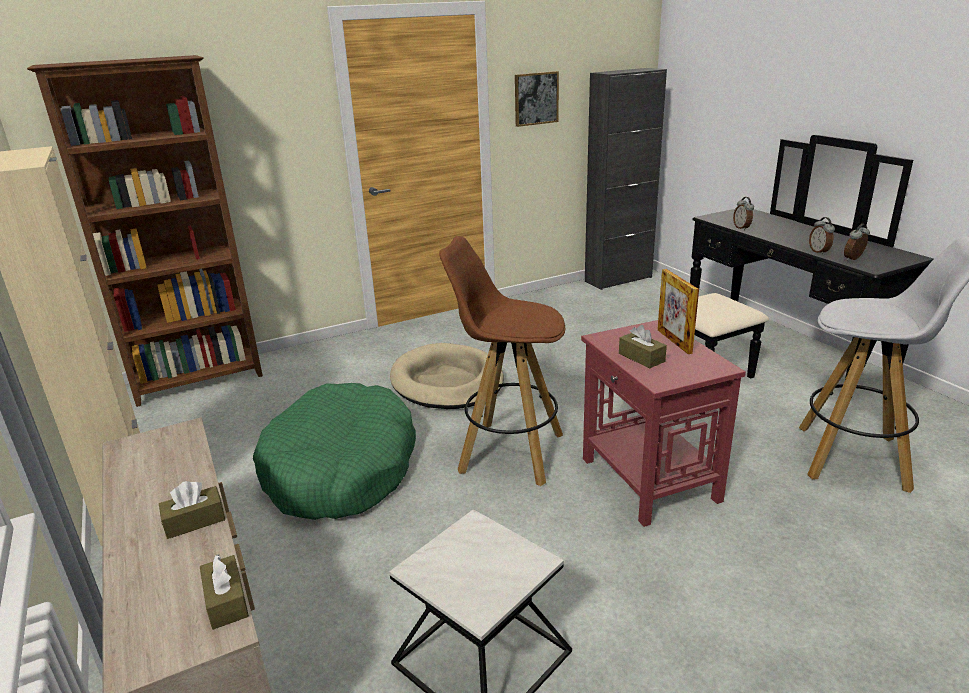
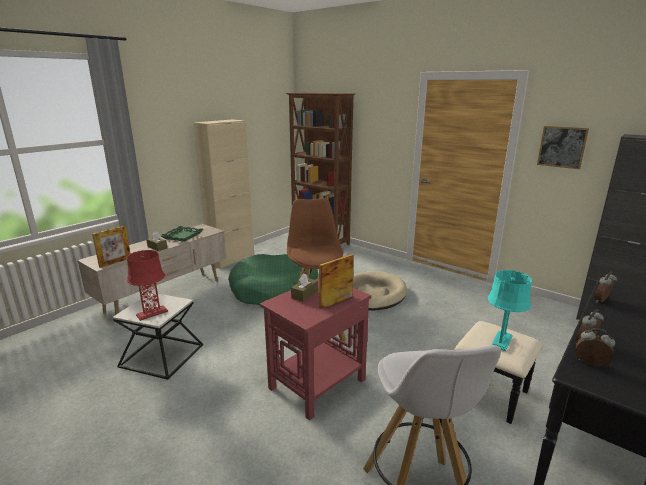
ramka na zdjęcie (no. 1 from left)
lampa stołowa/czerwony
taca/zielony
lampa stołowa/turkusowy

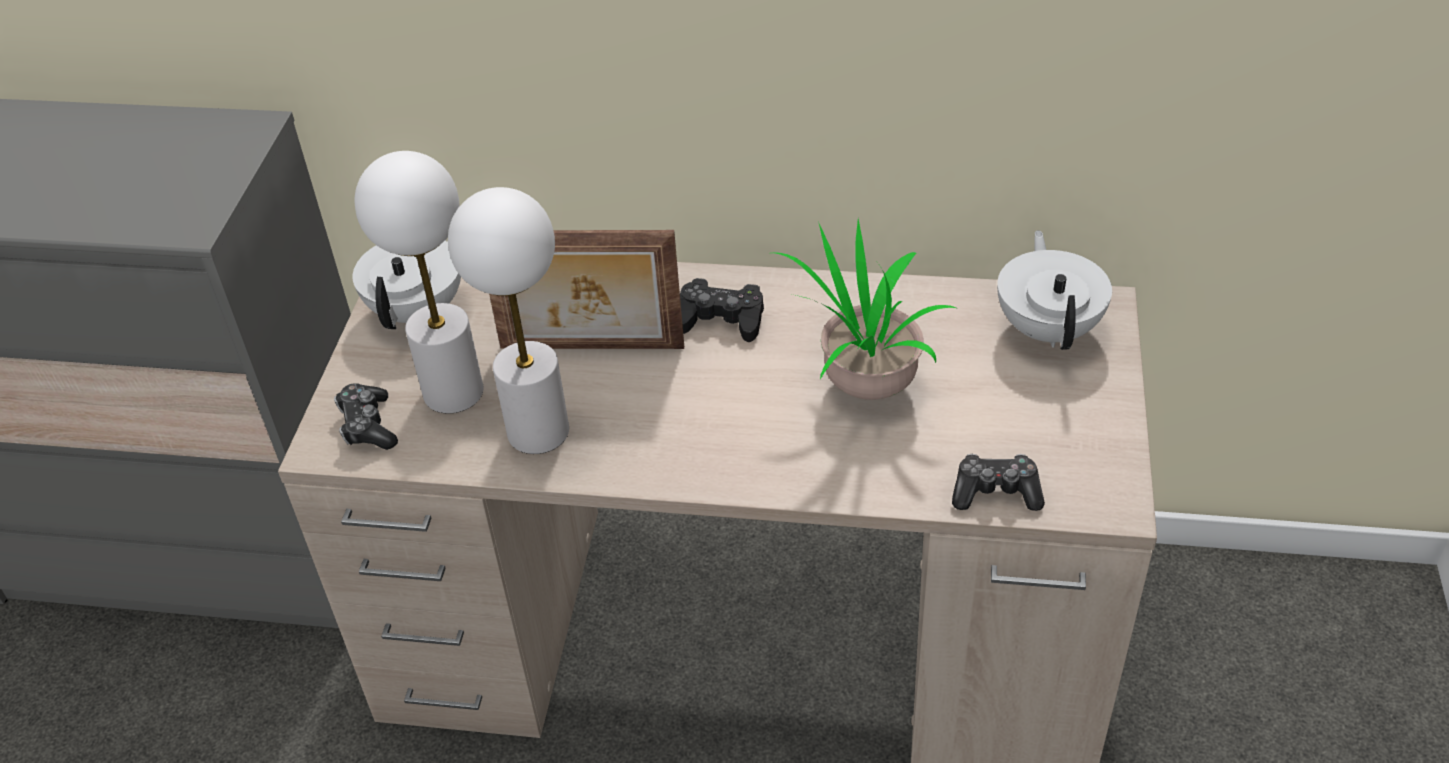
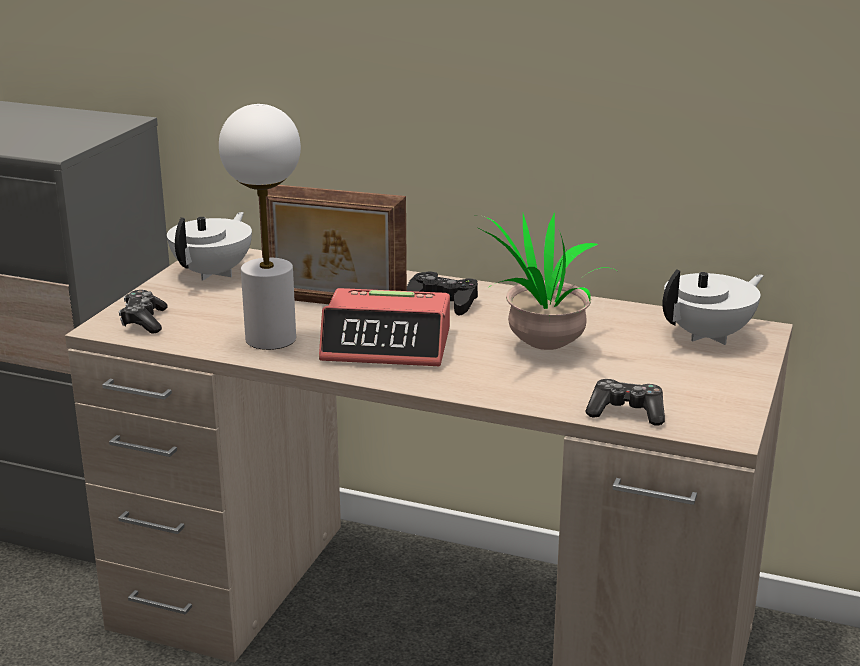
lampa stołowa/biały (no. 1 from left in the first image)
imbryk/biały (no. 2 from left)
budzik

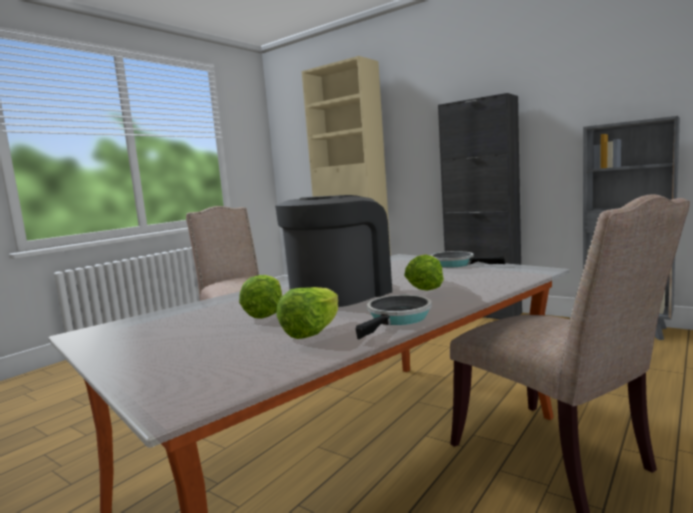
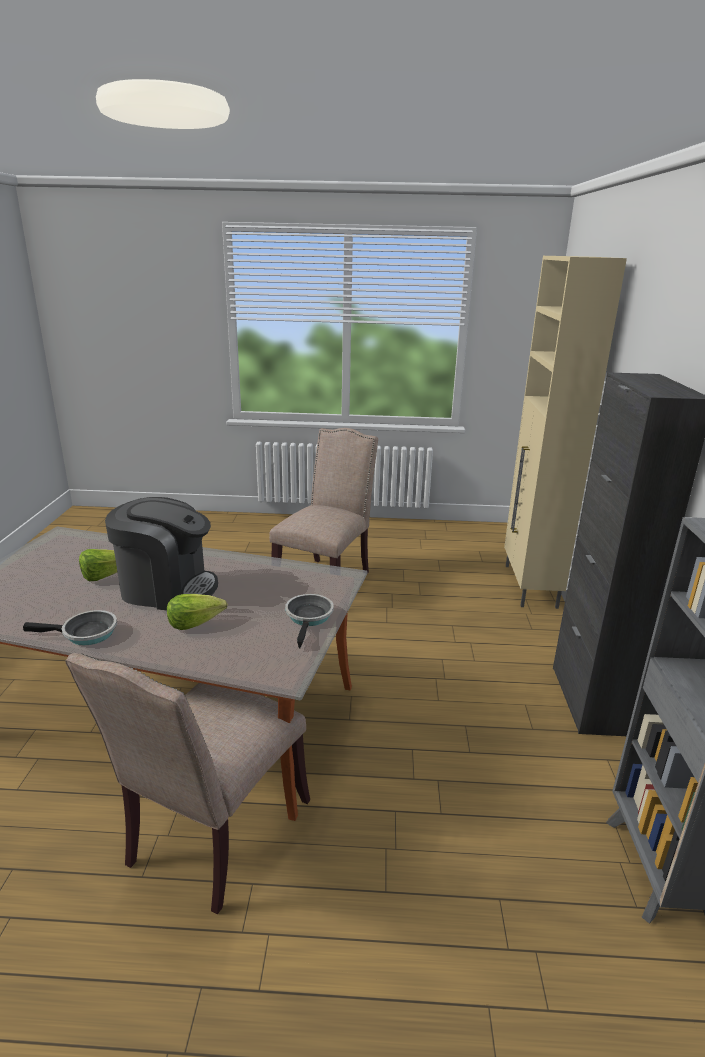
sałata (no. 2 from left in the first image)

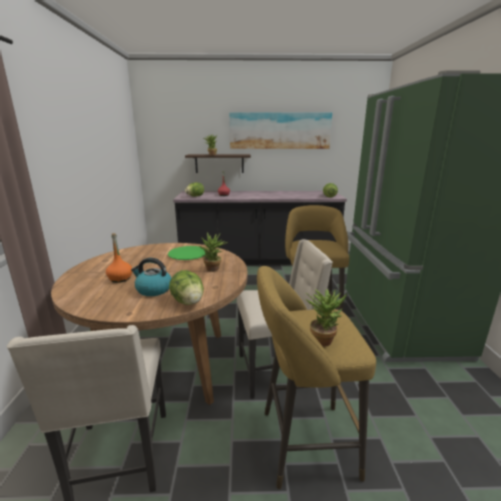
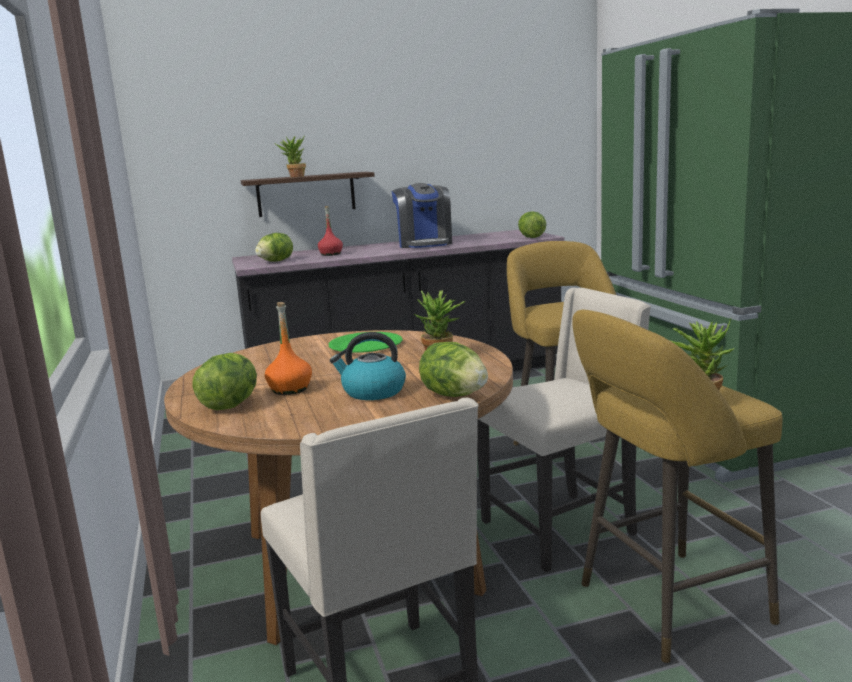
obraz
sałata (no. 1 from left)
ekspres do kawy

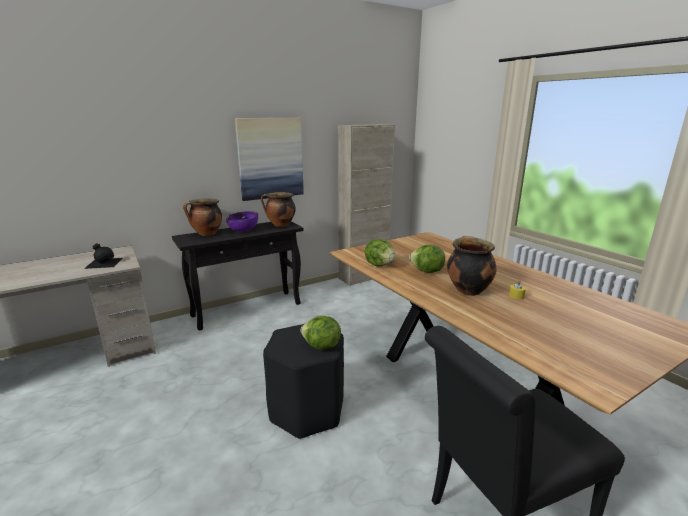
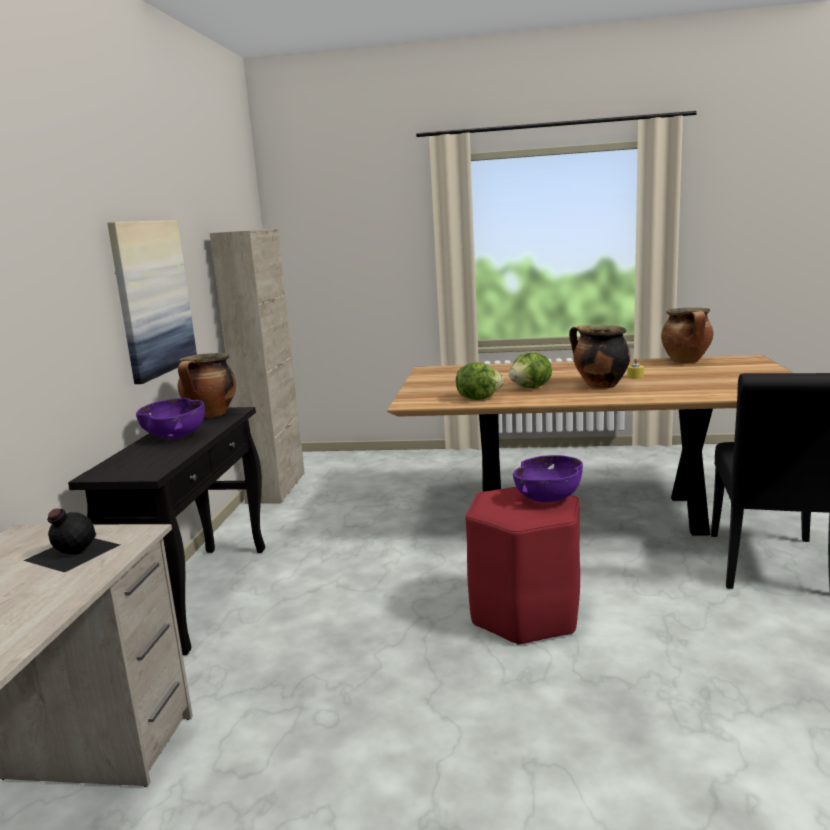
garnek (no. 3 from left)
stołek/czerwony
miska/fioletowy (no. 2 from left)

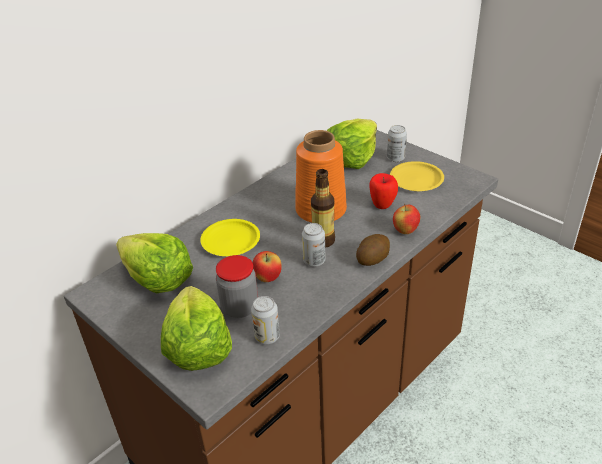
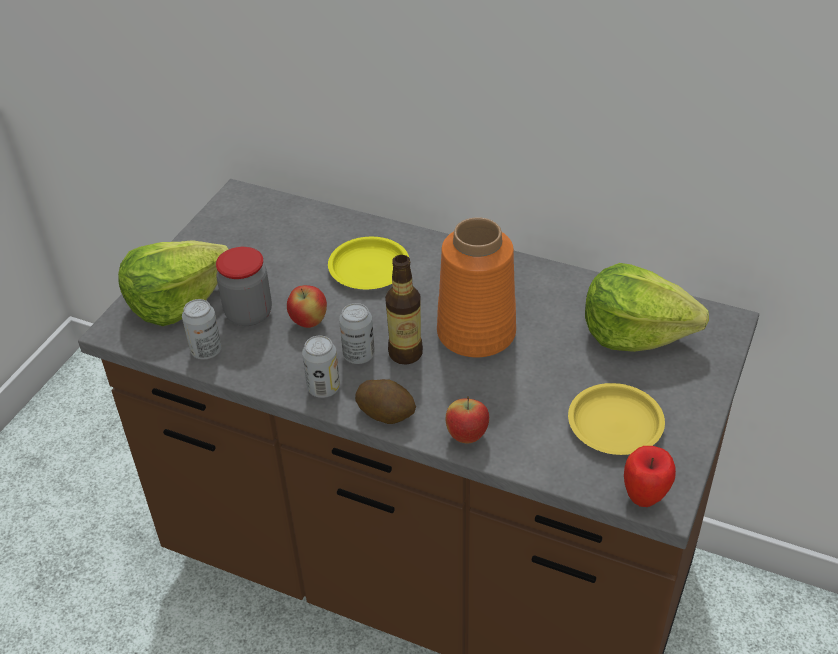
sałata (no. 1 from left in the first image)
jabłko (no. 3 from left)
puszka (no. 2 from left)

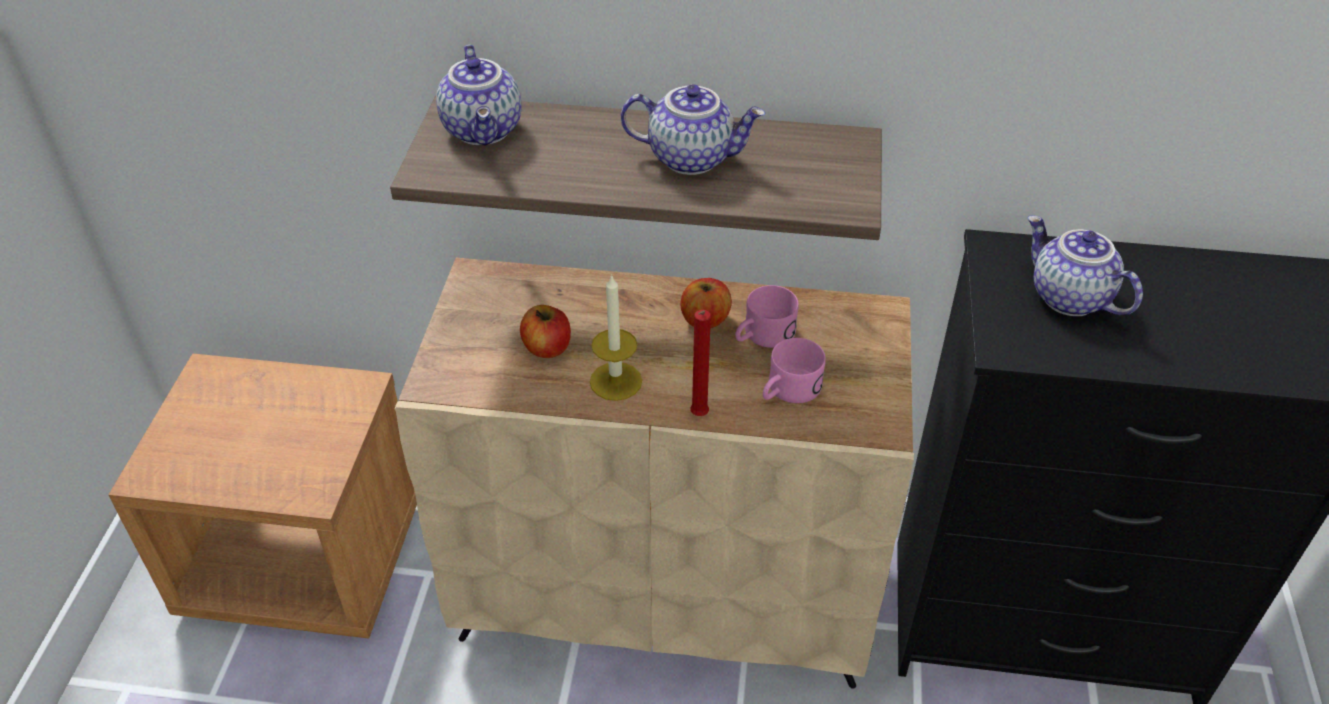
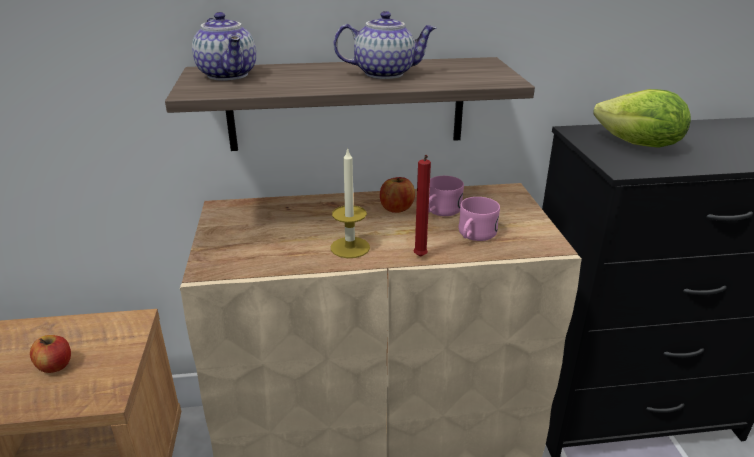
jabłko (no. 1 from left)
sałata

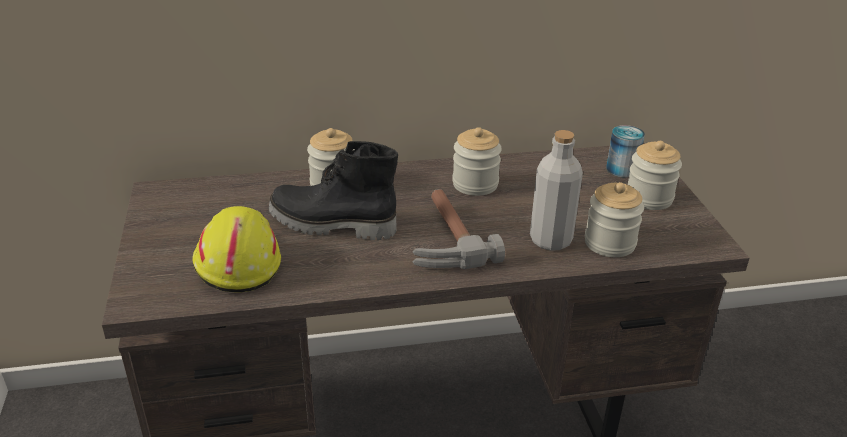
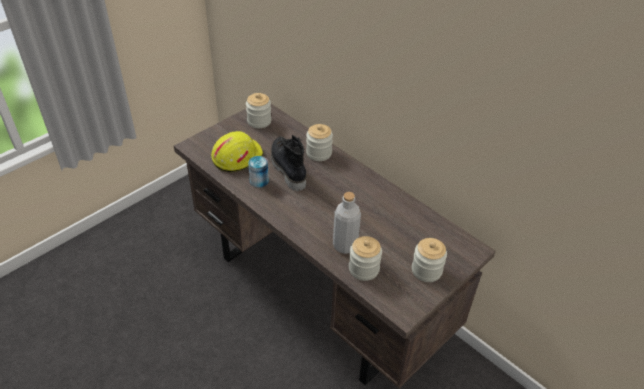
młotek
słoik (no. 1 from left)
puszka

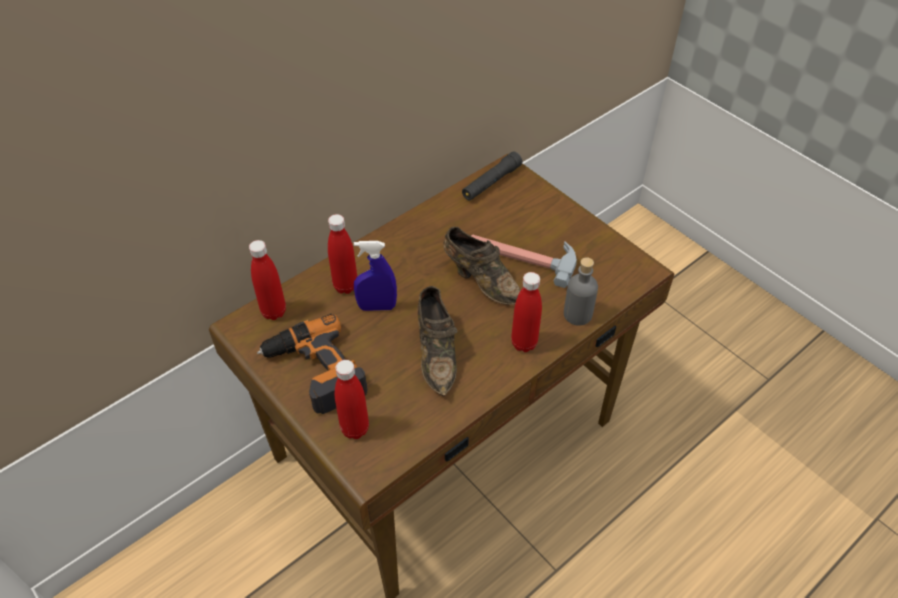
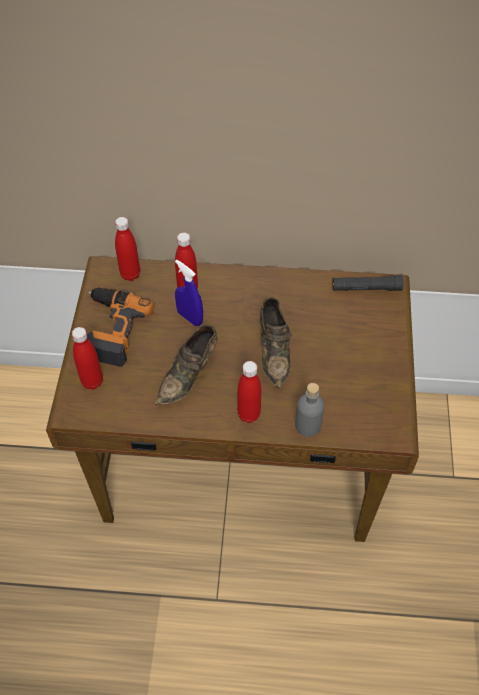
młotek

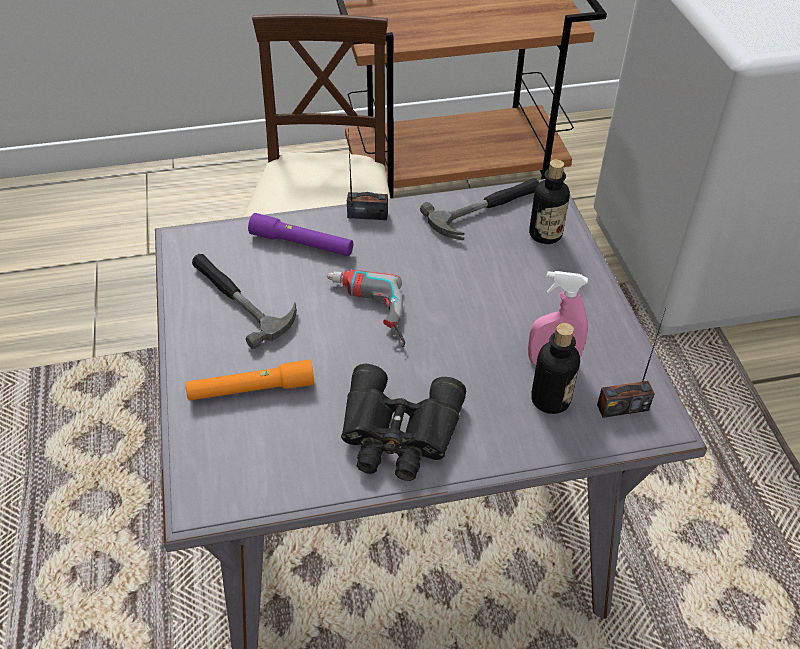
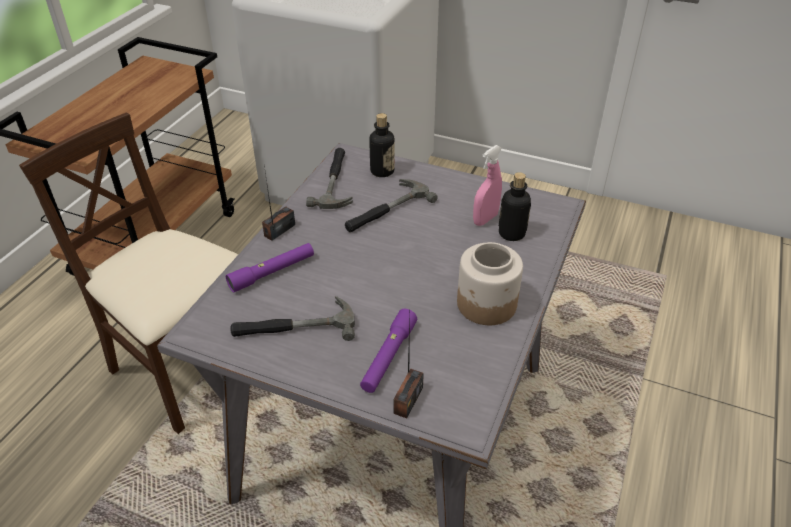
latarka/fioletowy (no. 2 from left)
wiertarka
słoik
radio (no. 2 from left)
młotek (no. 3 from left)

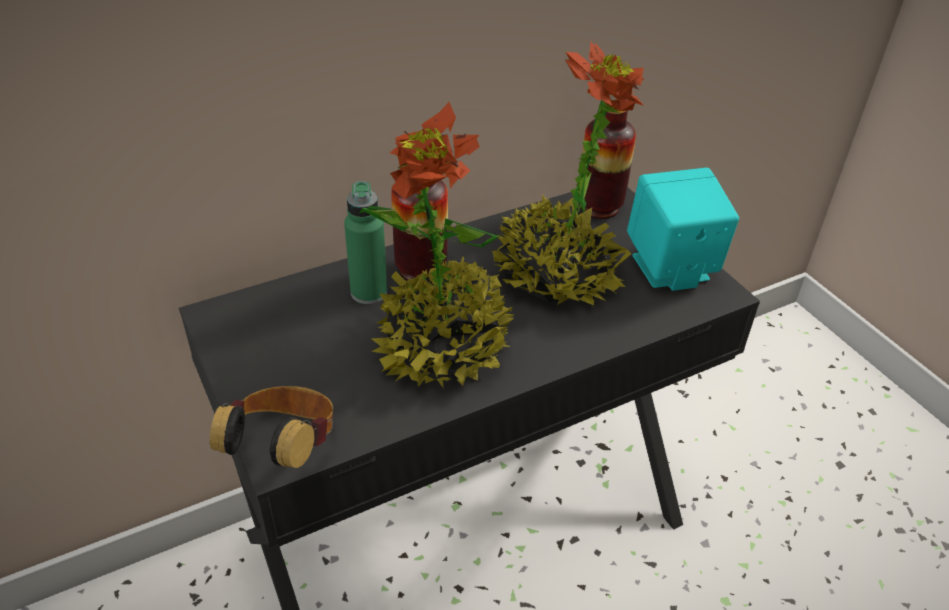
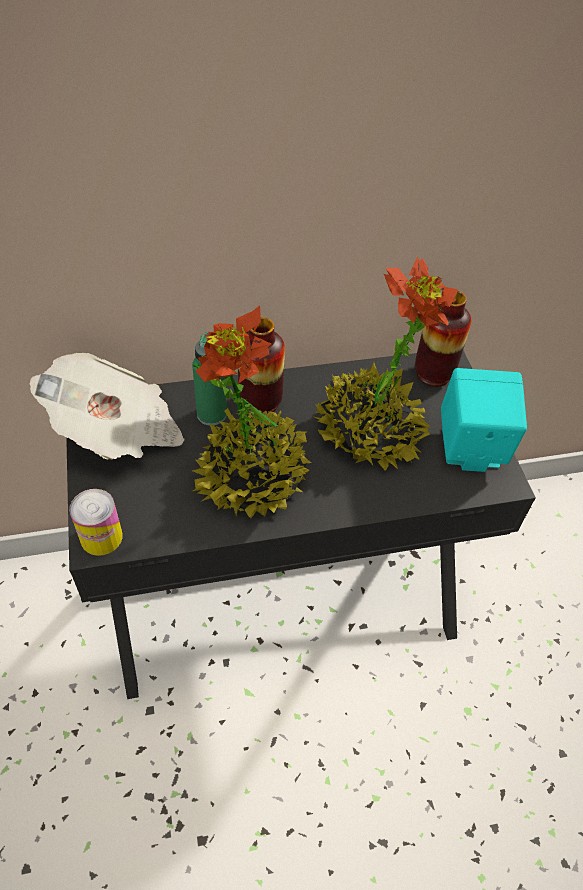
puszka
gazeta

